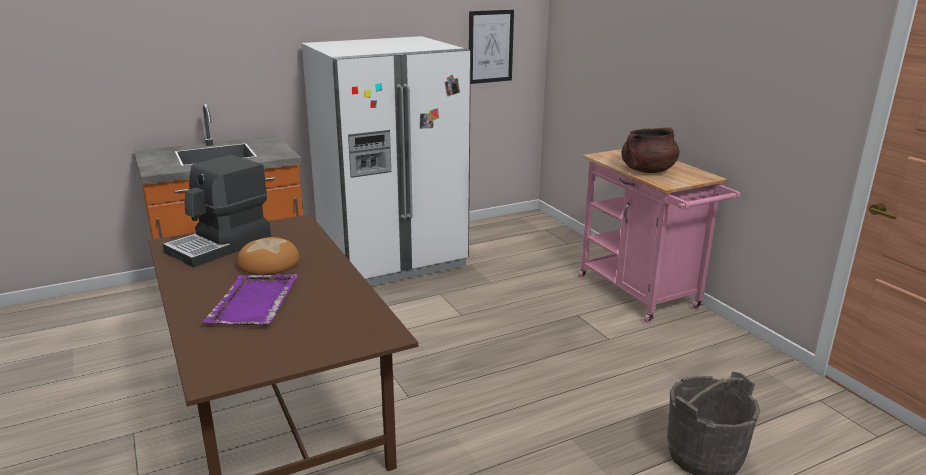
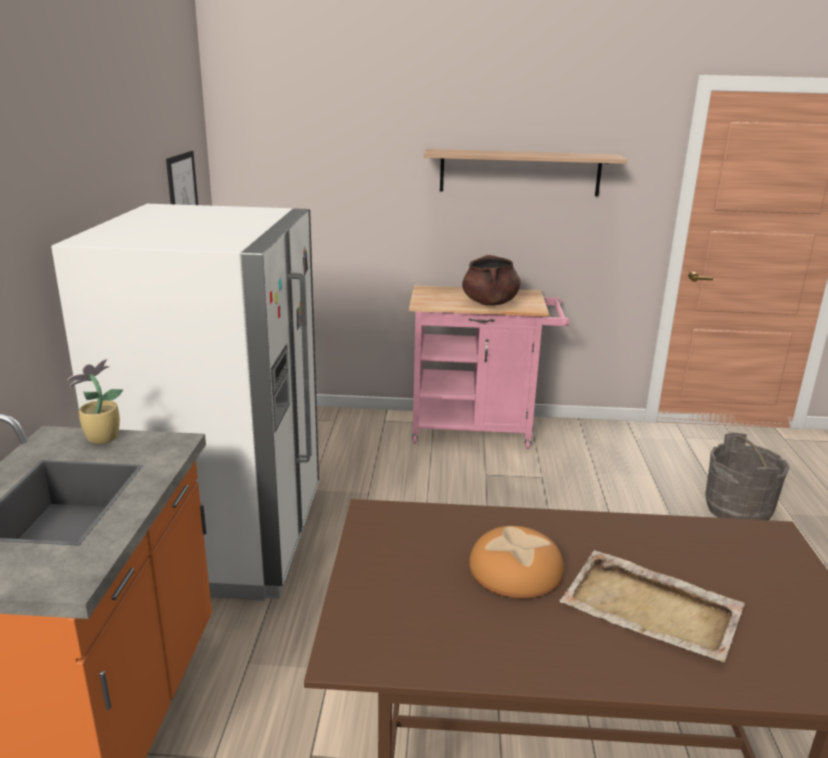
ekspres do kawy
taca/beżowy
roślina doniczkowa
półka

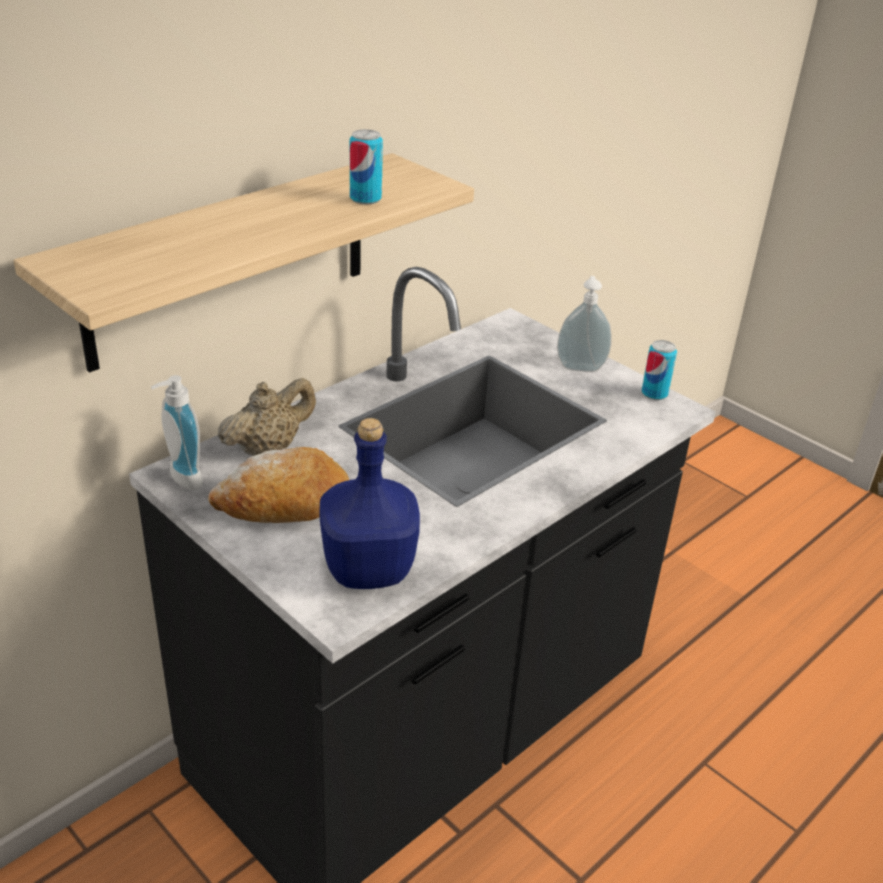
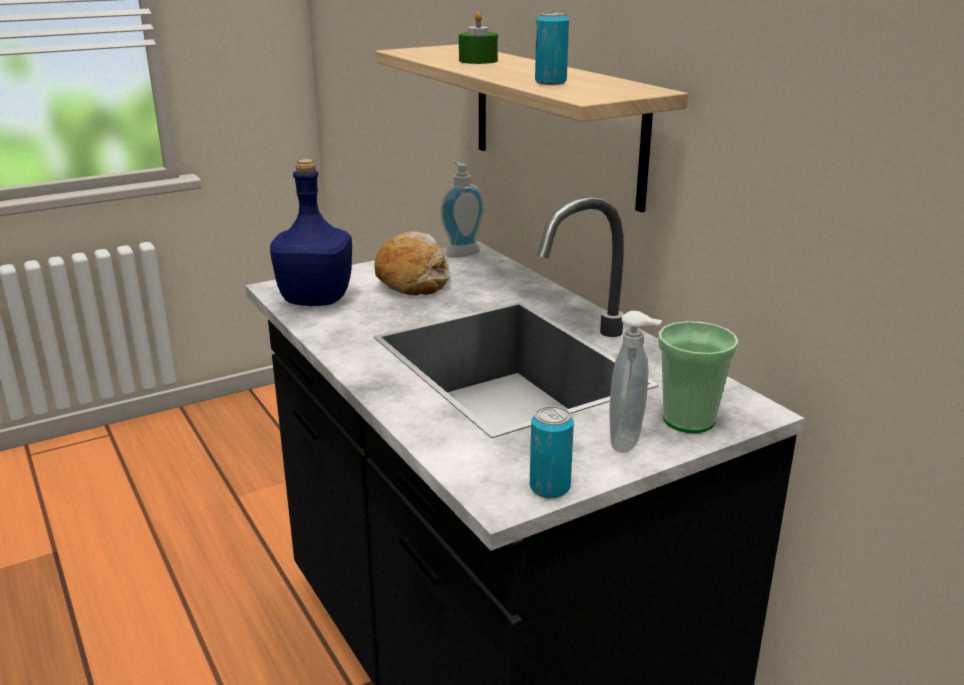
imbryk/beżowy
świeca/zielony
filiżanka

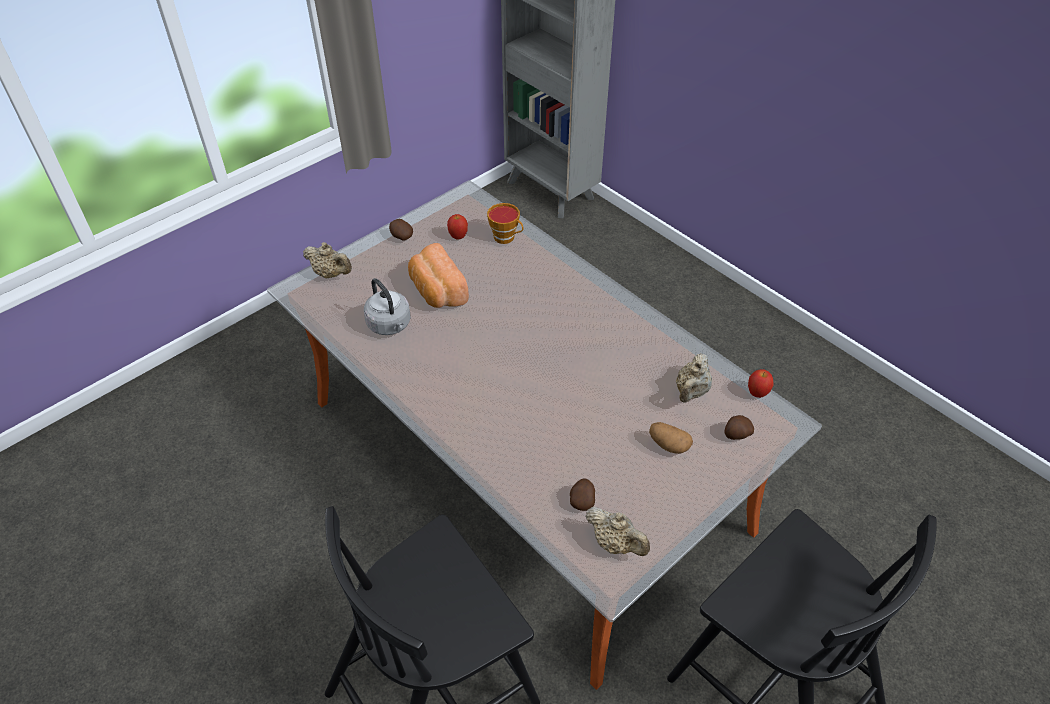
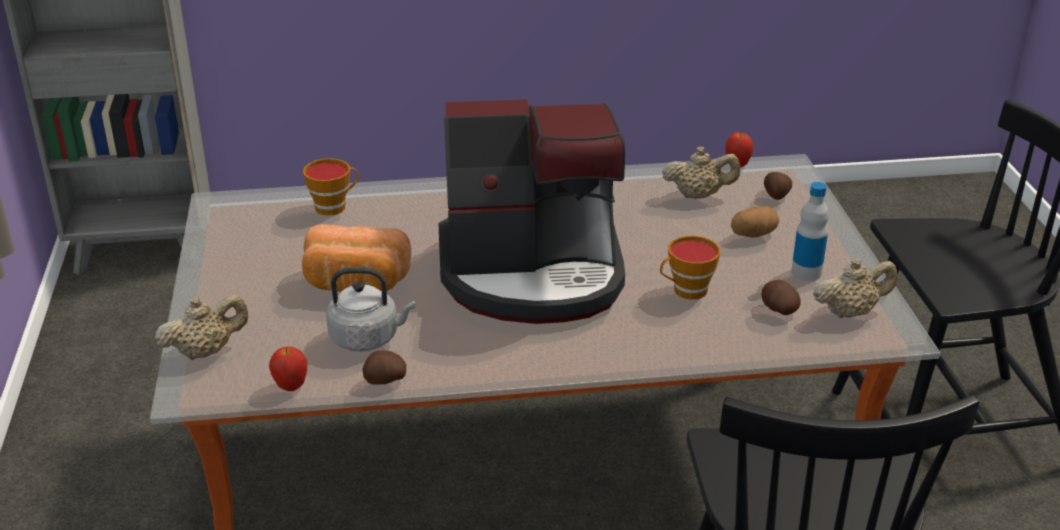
ziemniak (no. 1 from left)
jabłko (no. 1 from left)
imbryk/beżowy (no. 2 from left)
ekspres do kawy
filiżanka (no. 2 from left)
butelka

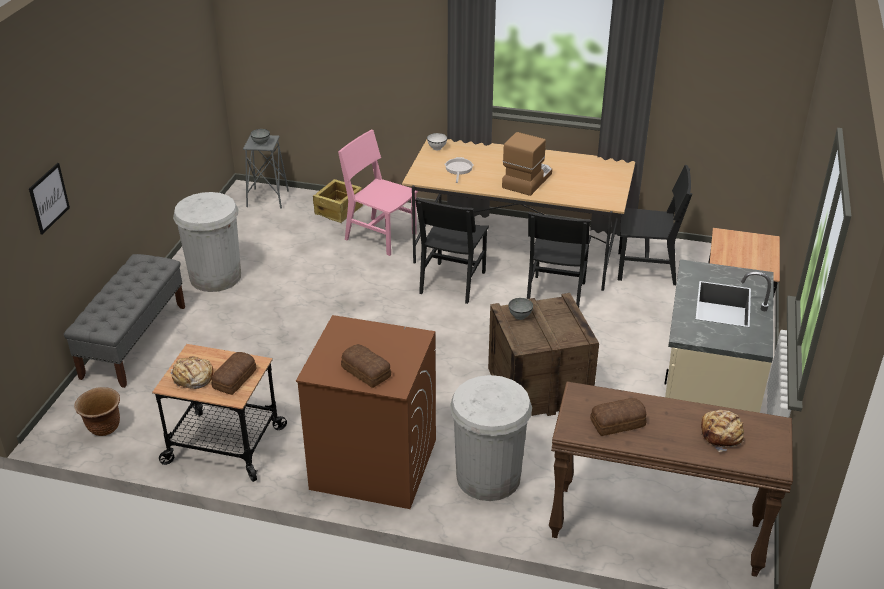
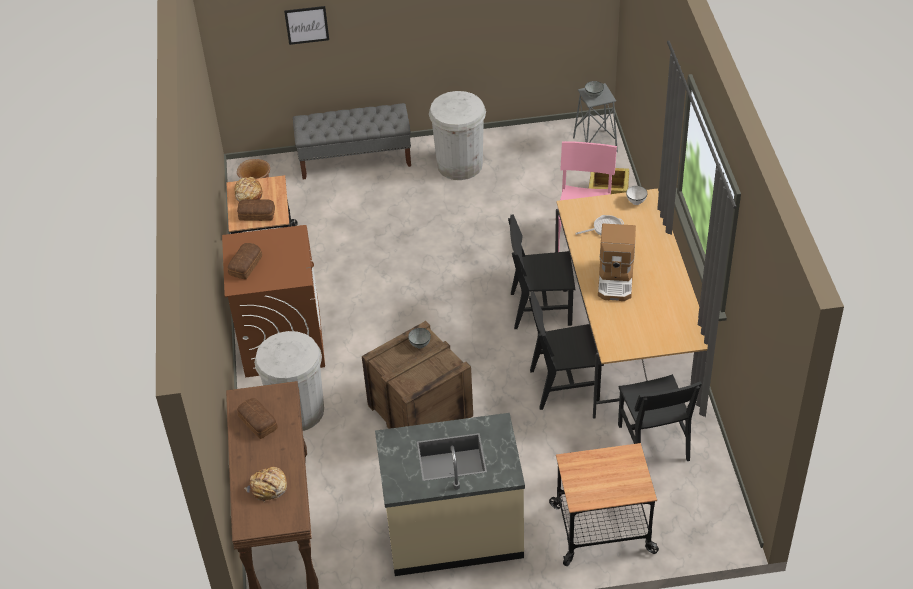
ekspres do kawy

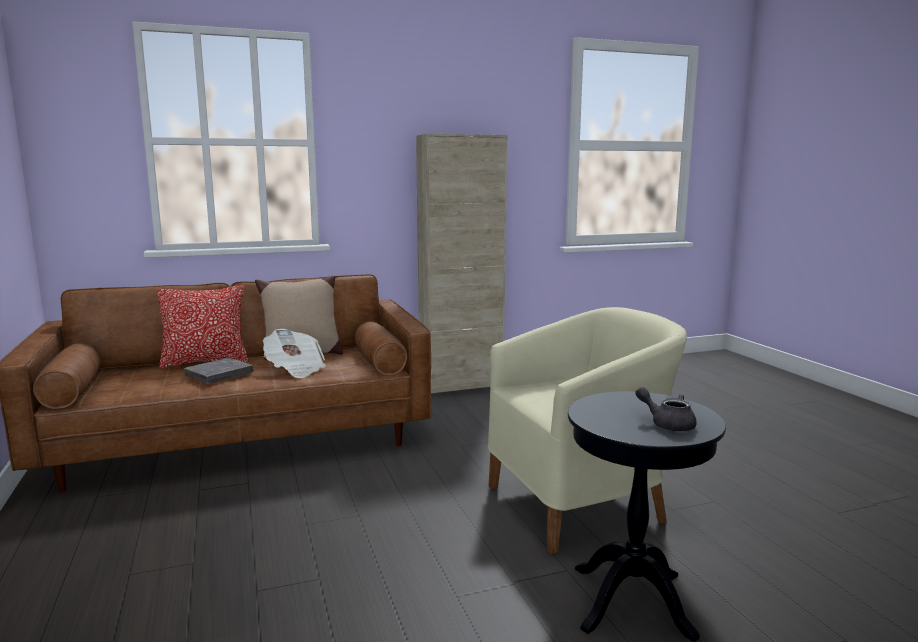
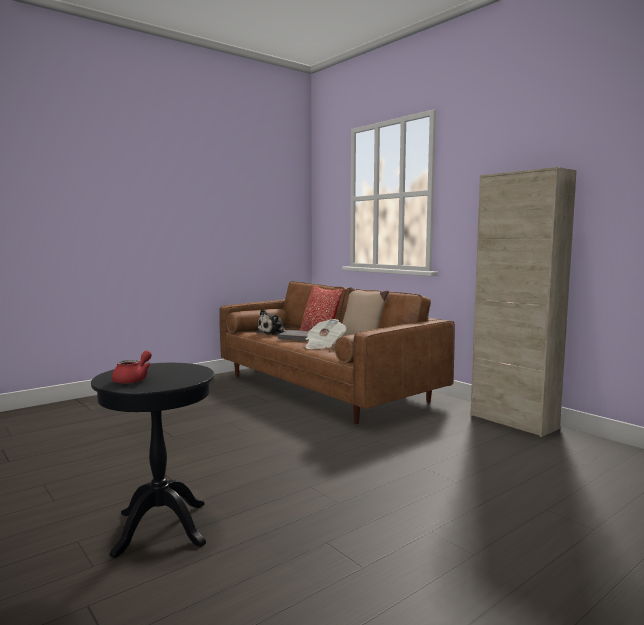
fotel/beżowy
imbryk/czerwony
pluszak

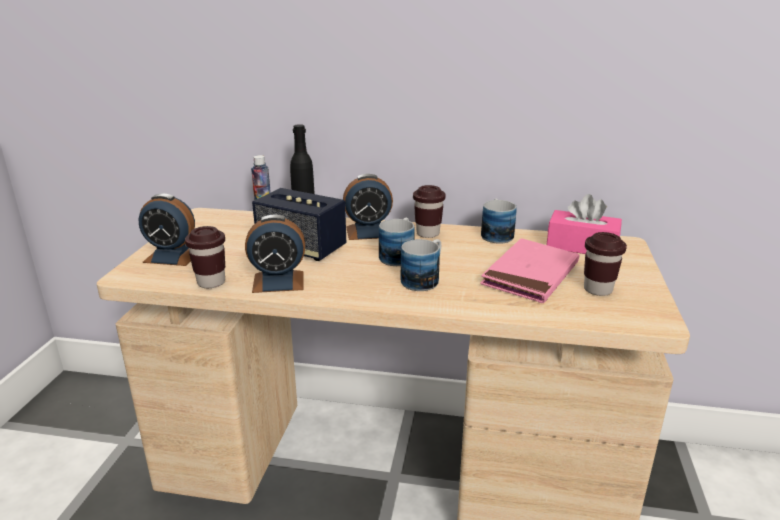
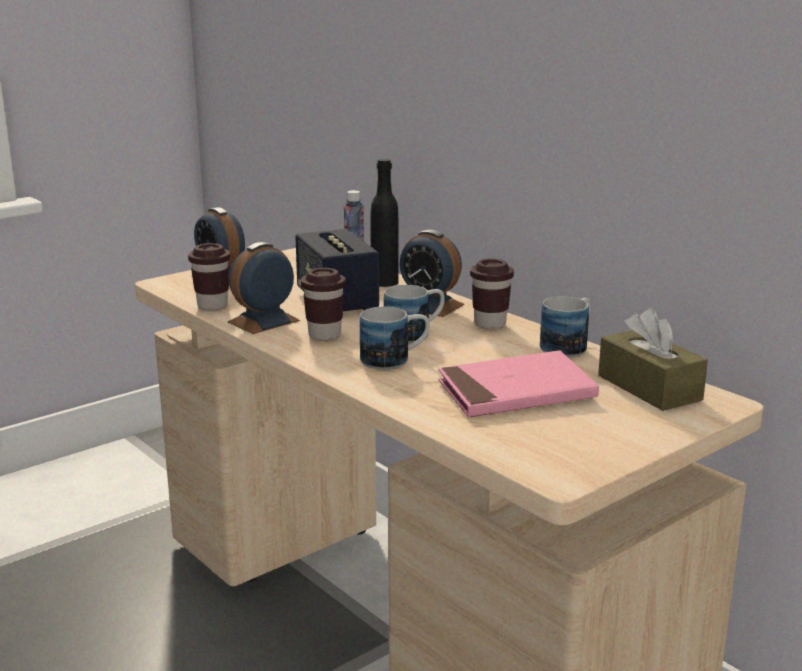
budzik (no. 2 from left)
pudełko chusteczek/brązowy
filiżanka/brązowy (no. 2 from left)

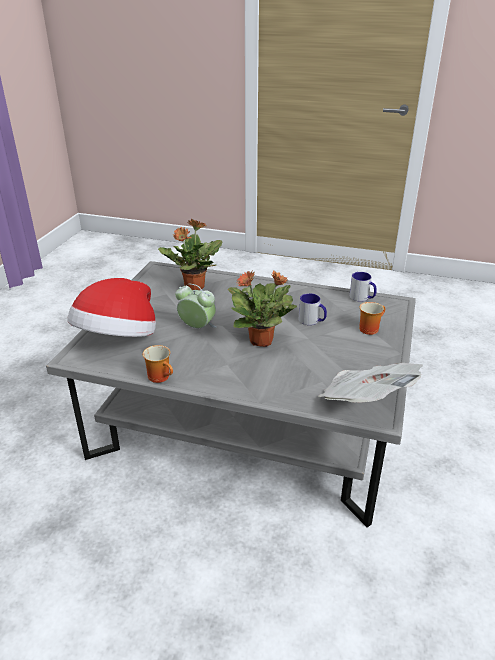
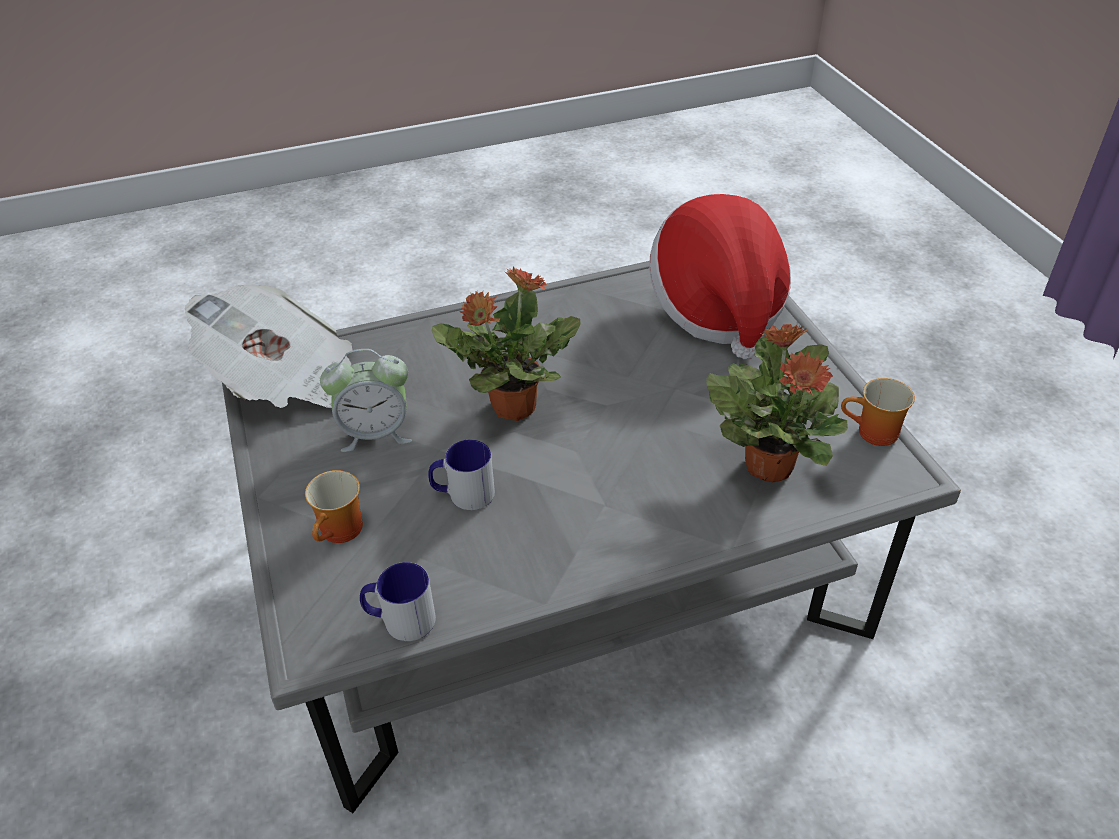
kubek (no. 4 from left)
budzik

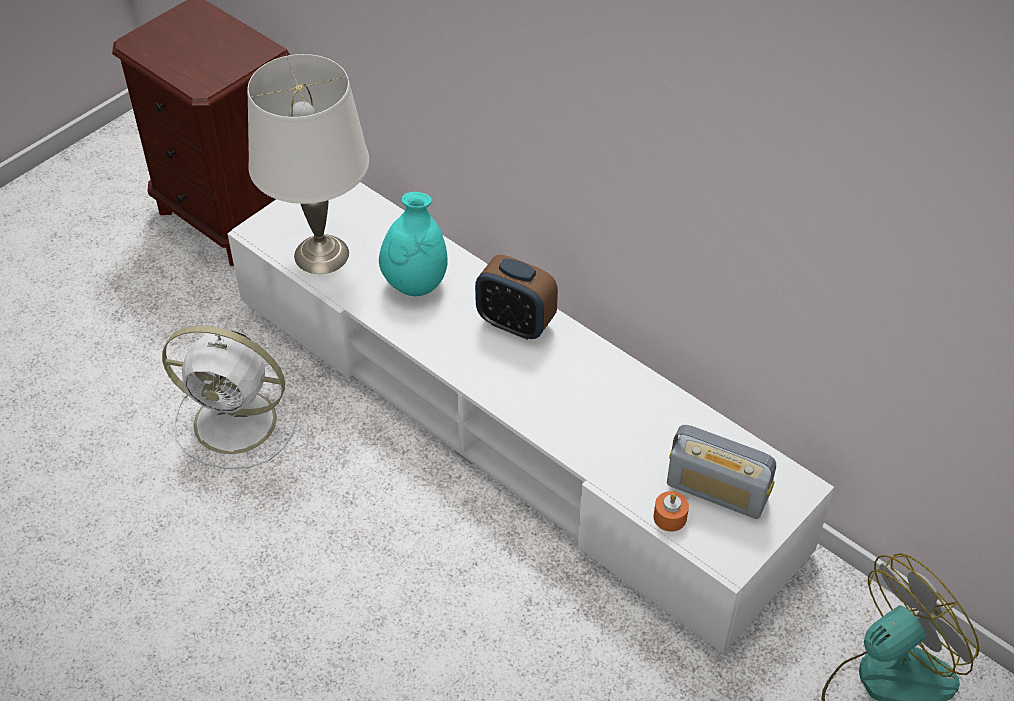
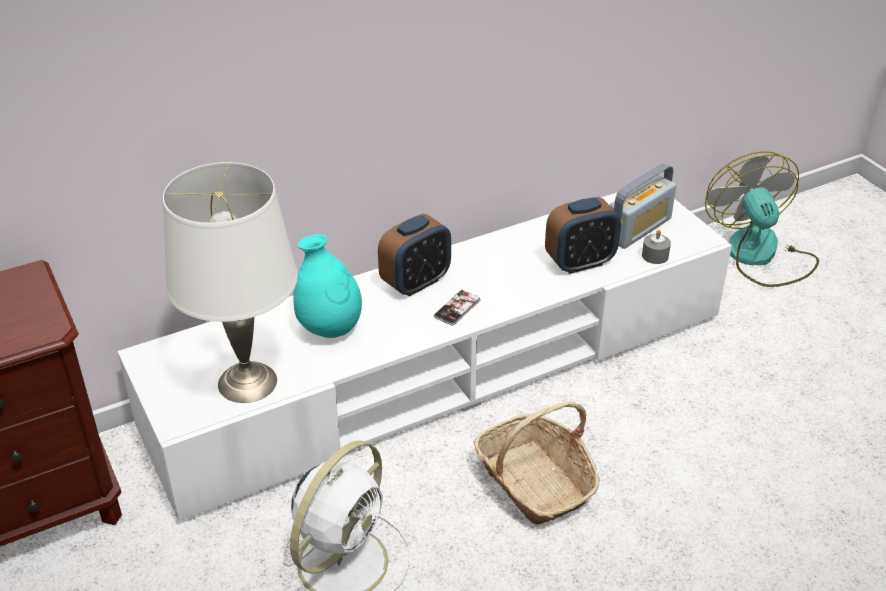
świeca/szary
telefon
koszyk
budzik (no. 2 from left)

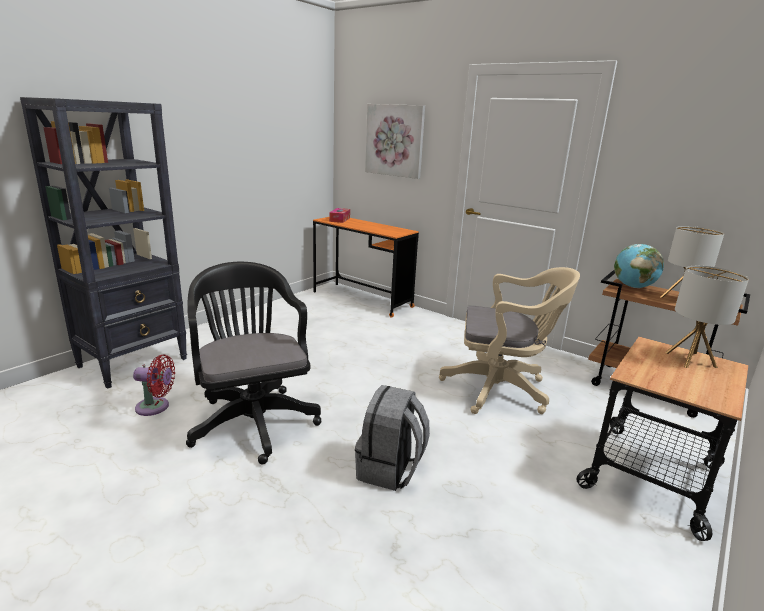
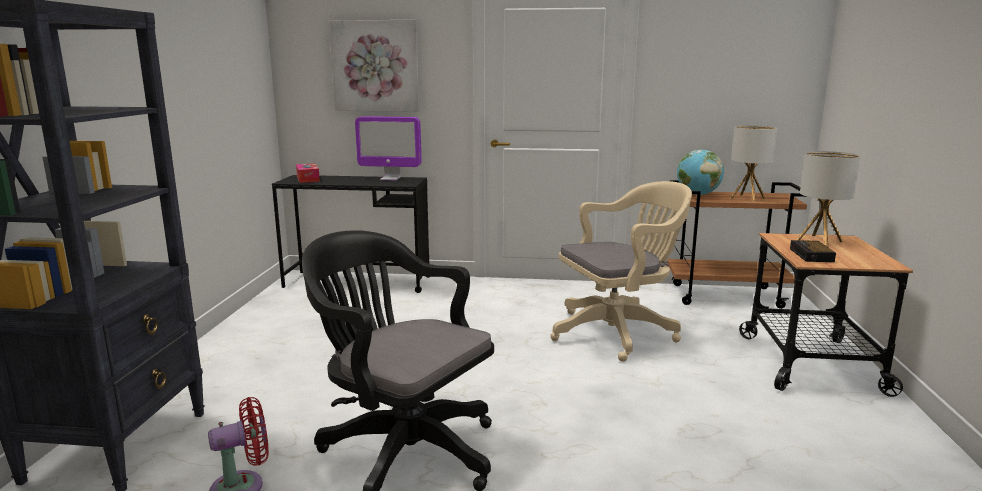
biurko/czarny
plecak/szary
monitor
budzik

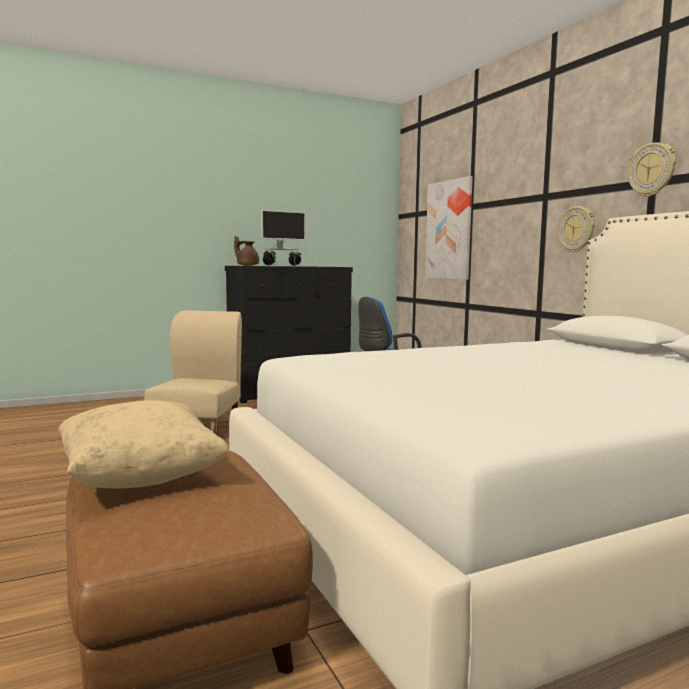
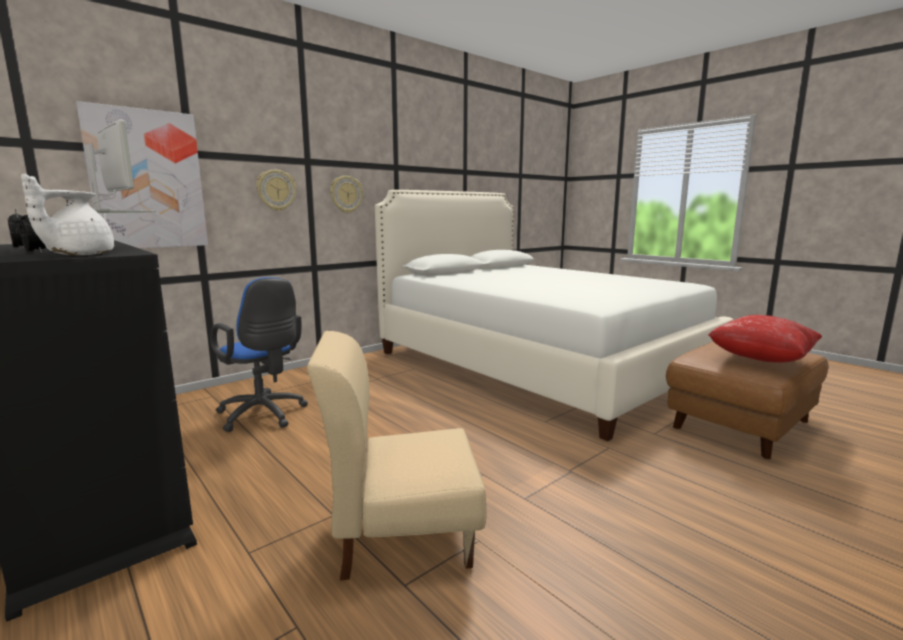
poduszka/czerwony
imbryk/biały
zegar ścienny (no. 1 from left)

